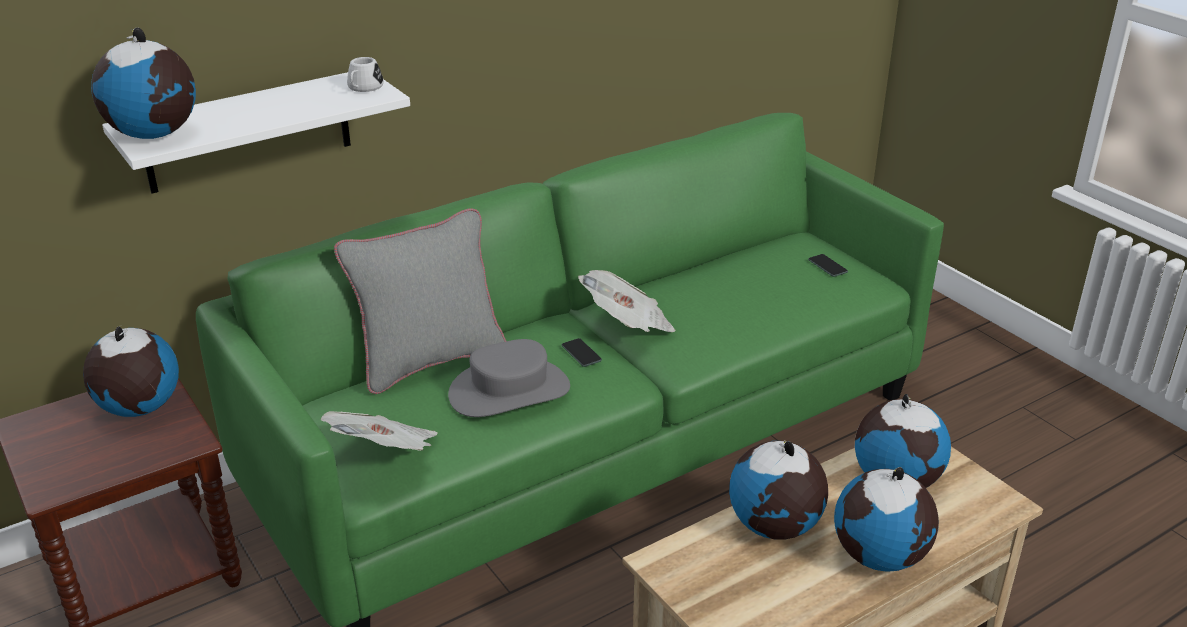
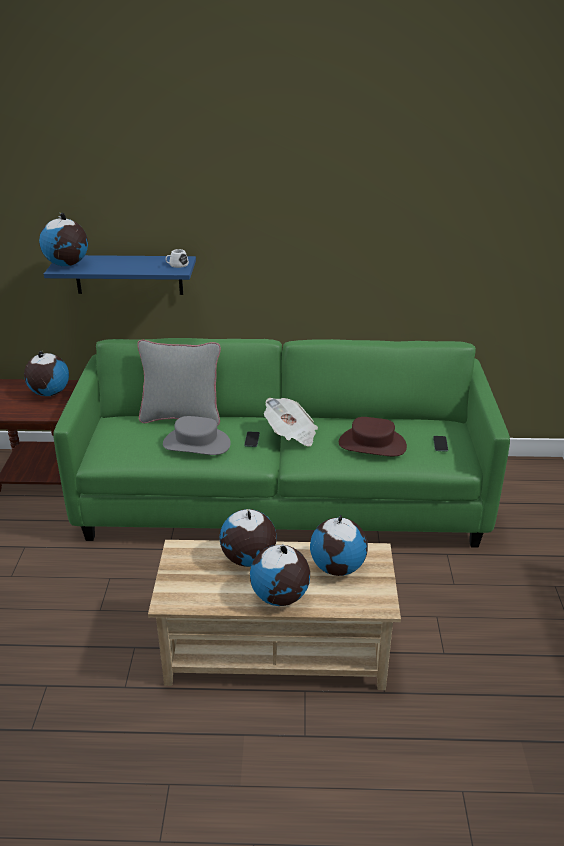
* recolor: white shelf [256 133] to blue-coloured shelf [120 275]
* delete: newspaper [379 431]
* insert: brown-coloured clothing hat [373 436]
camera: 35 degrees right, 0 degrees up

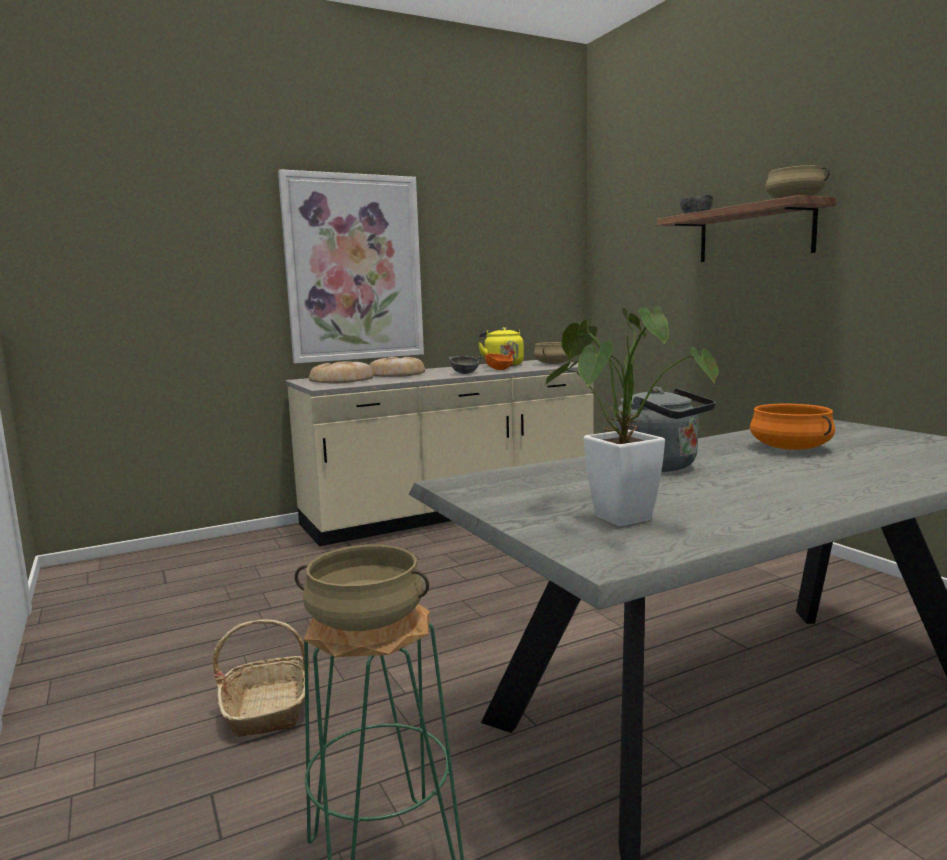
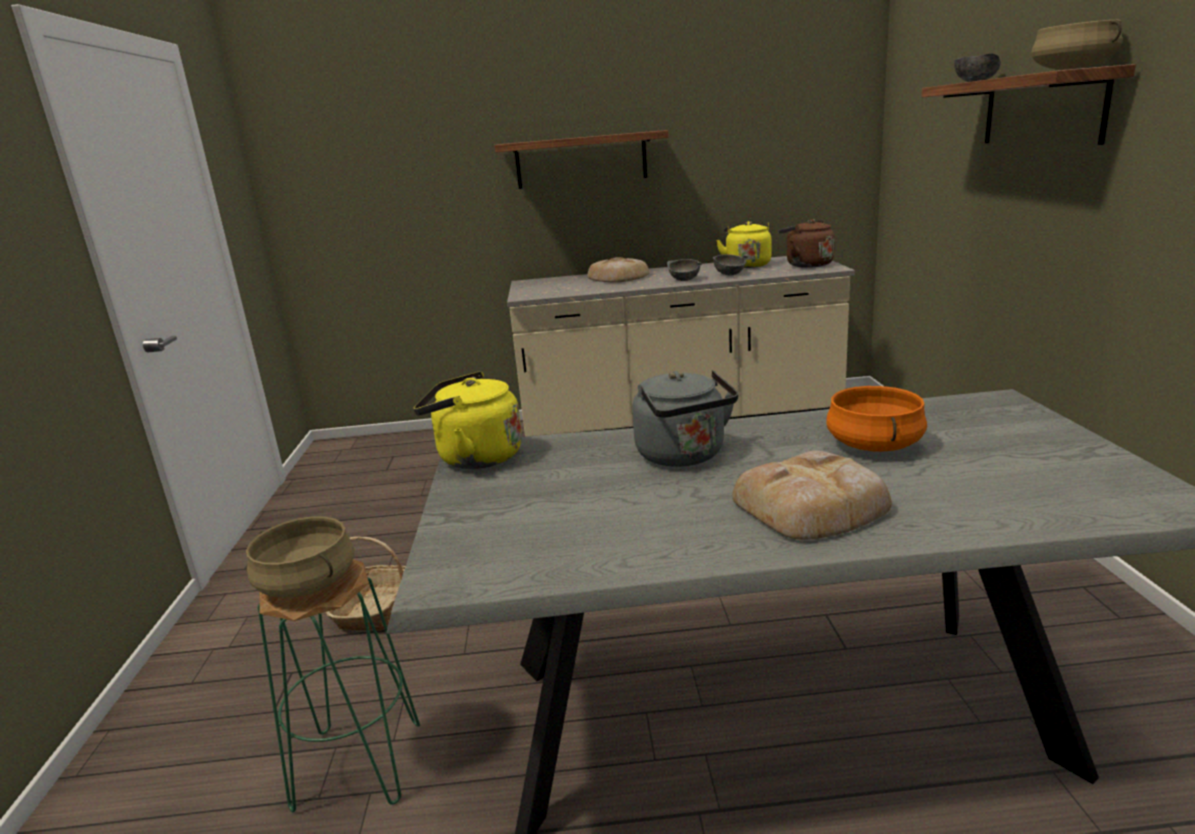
* replace: wall picture [351 266] to shelf [581 159]
* move: bread [341 372] to [812 495]
* recolor: orange deep dish [499 361] to gray deep dish [730 264]
* replace: beige stockpot [551 353] to brown-coloured kettle [806 243]
* delete: houseplant [631 416]
* insert: yellow kettle [467 420]
camera: 25 degrees right, 10 degrees up

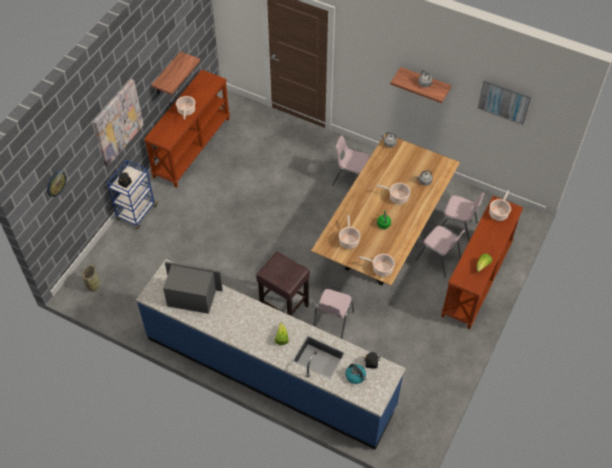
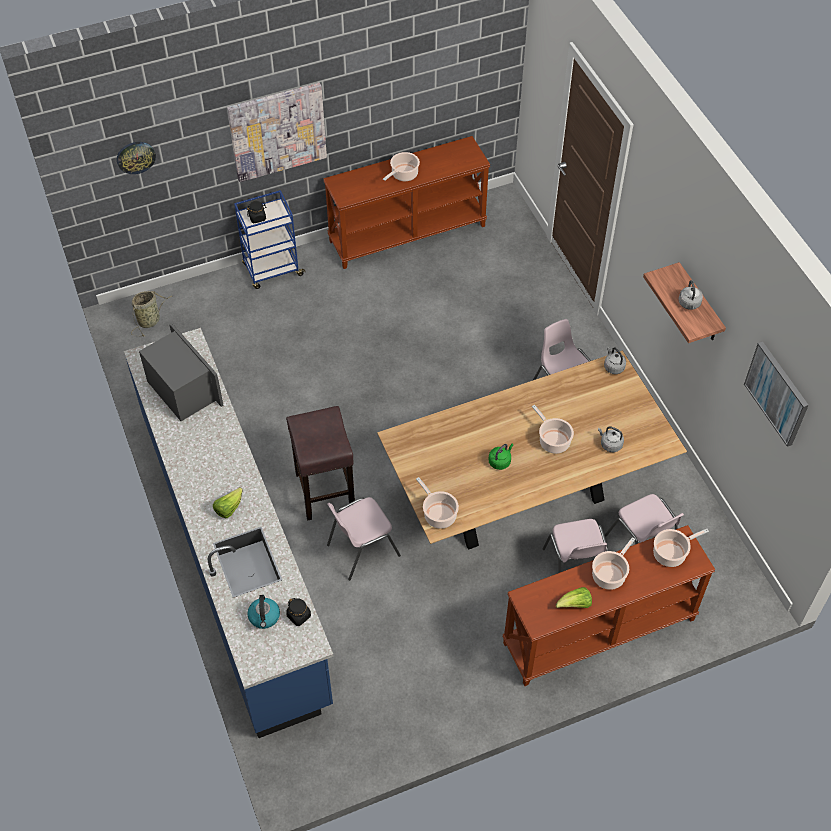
* delete: shelf [175 73]
* move: stockpot [350 232] to [613 563]
camera: 40 degrees right, 0 degrees up

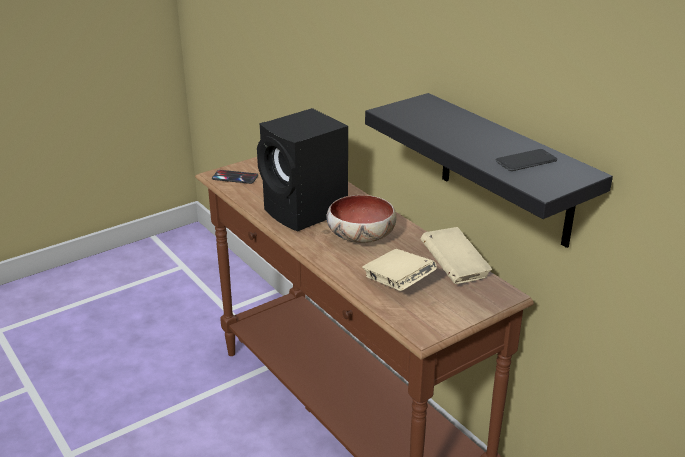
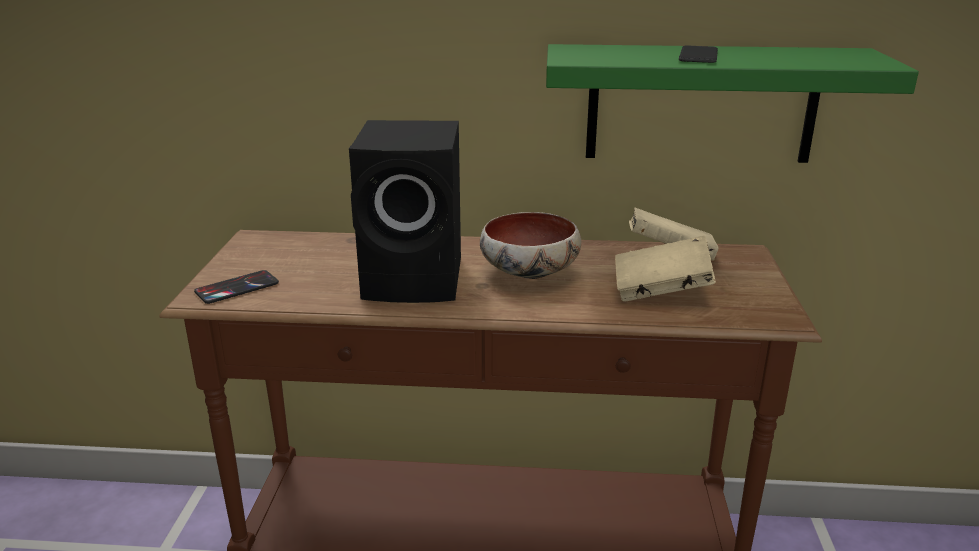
* recolor: blackish shelf [489 170] to greenish shelf [732 103]
* move: phone [526 160] to [698 54]
camera: 50 degrees left, 5 degrees down

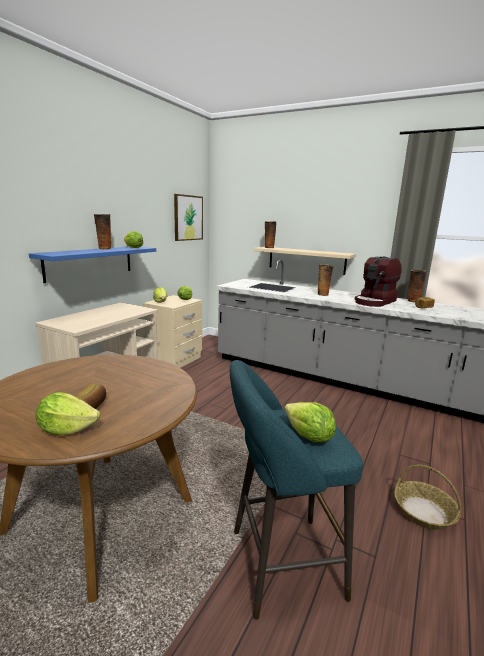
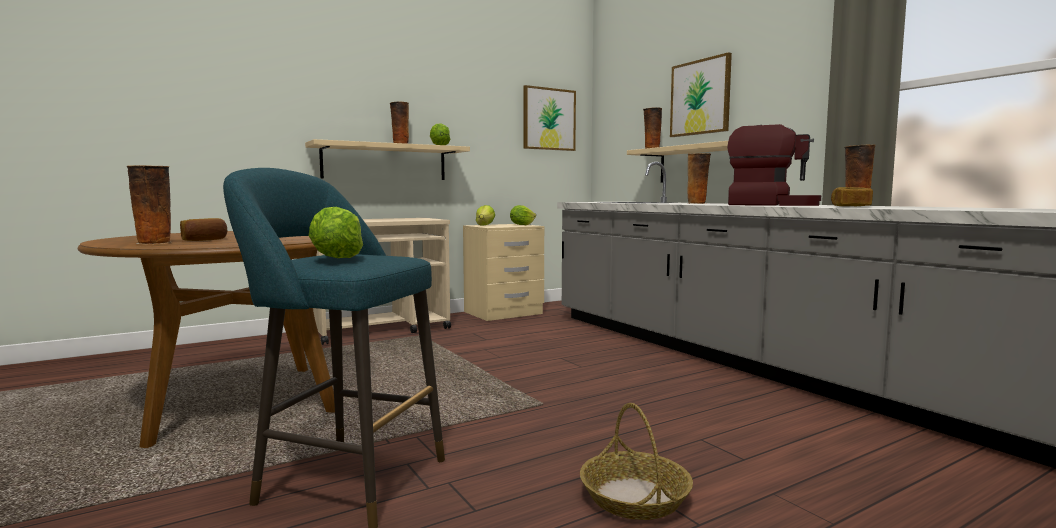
* recolor: blue-coloured shelf [92 265] to beige shelf [387 159]
* replace: lettuce head [68 413] to decorative vase [149 204]
* rotate: coffee maker [378 282] = [774 165] 135 degrees counterclockwise
* insert: wall picture [701 94]
camera: 30 degrees right, 10 degrees down

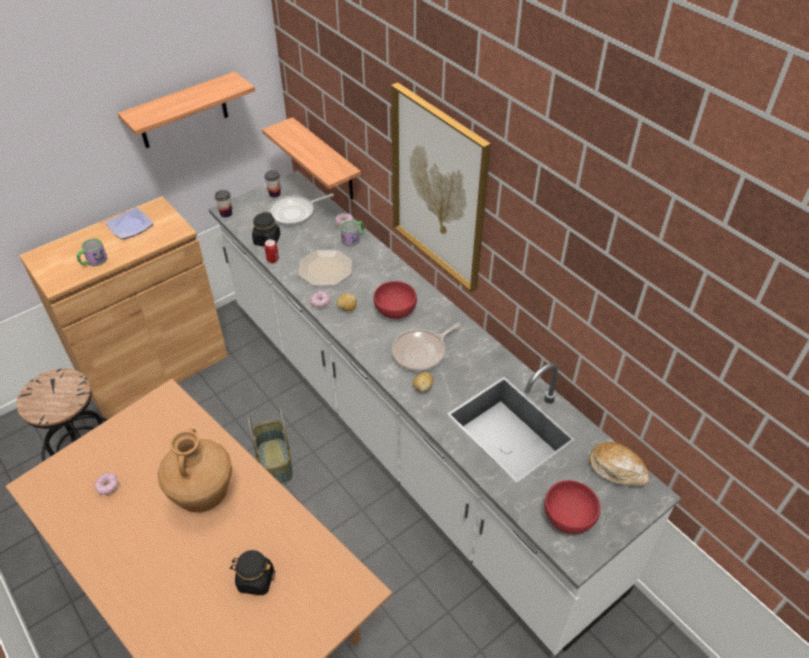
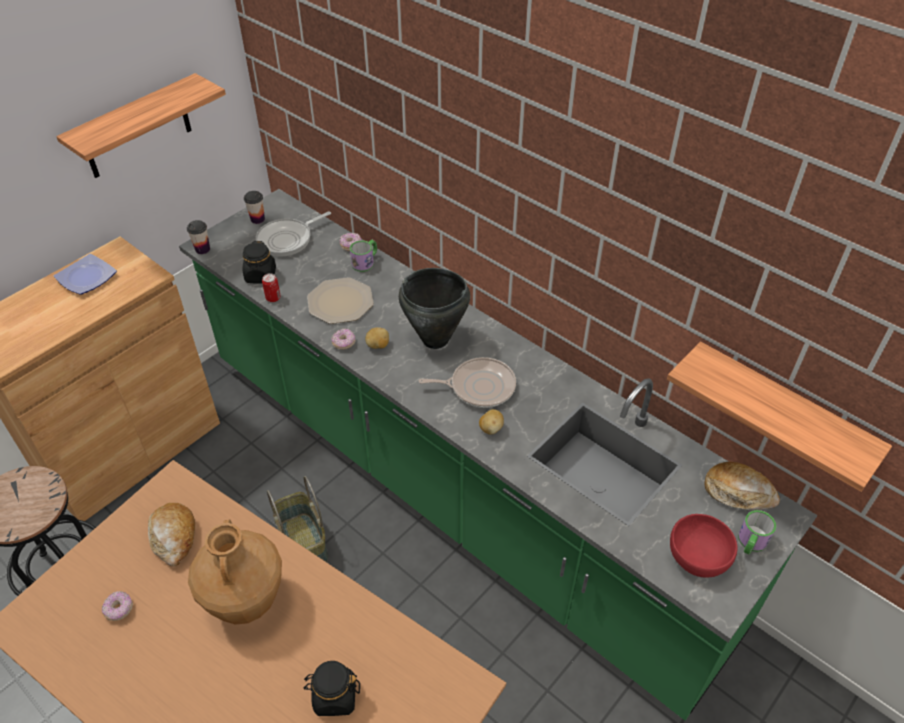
* move: coffee mug [92 252] to [757 532]
* recolor: white counter [445 412] to greenish counter [498 454]
* move: shelf [311 158] to [779 416]
* replace: red-coloured deep dish [395 300] to blackish stockpot [434 308]
* delete: wall picture [441 187]
* rotate: skillet [426 347] = [467 382] 135 degrees counterclockwise
* insert: bread [171 535]
camera: 10 degrees left, 0 degrees up

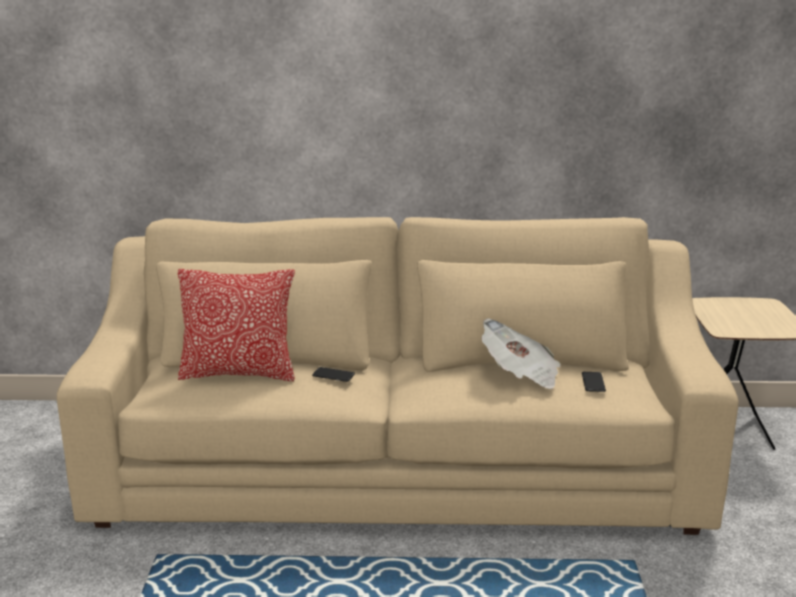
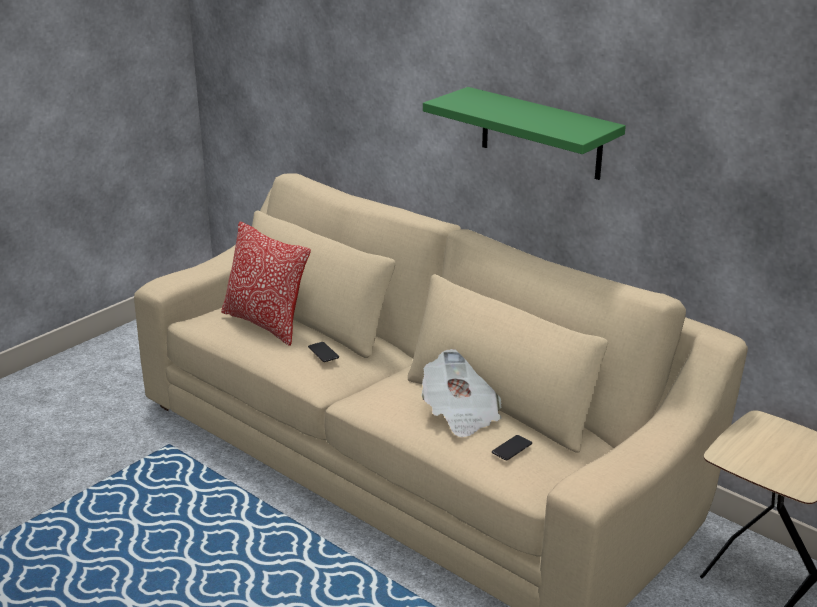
* insert: greenish shelf [524 133]
camera: 40 degrees right, 5 degrees up

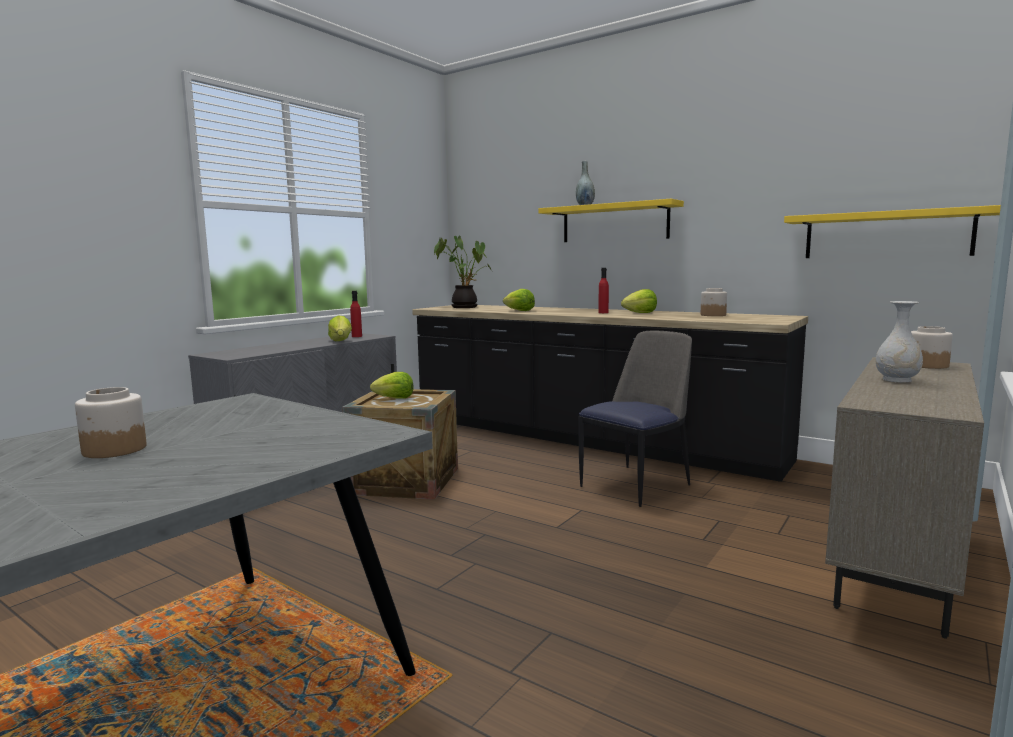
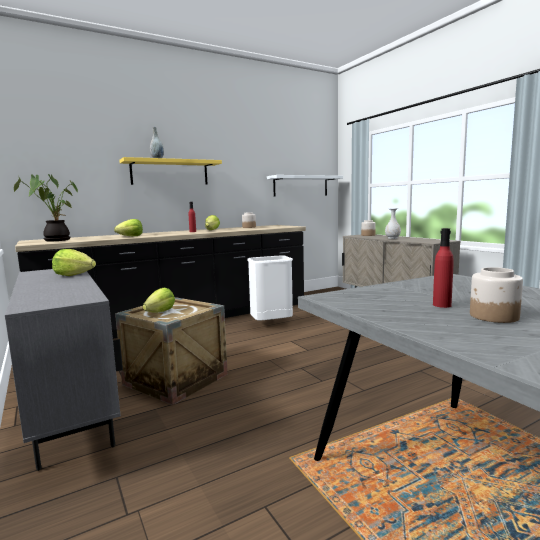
* move: red-coloured bottle [356 314] to [443 268]
* replace: plain chair [635 419] to white rubbish bin [270 287]
* recolor: yellow shelf [892 231] to white shelf [305 185]
camera: 65 degrees left, 0 degrees up

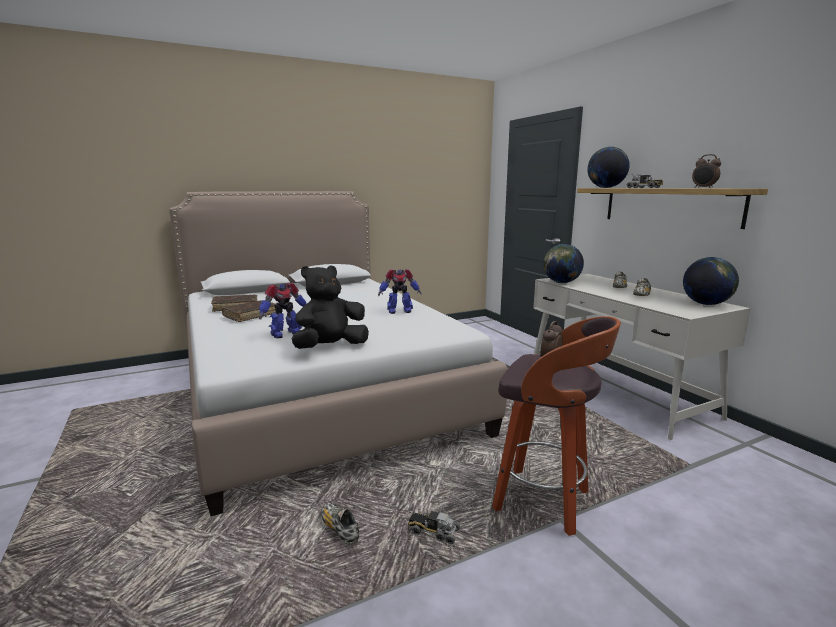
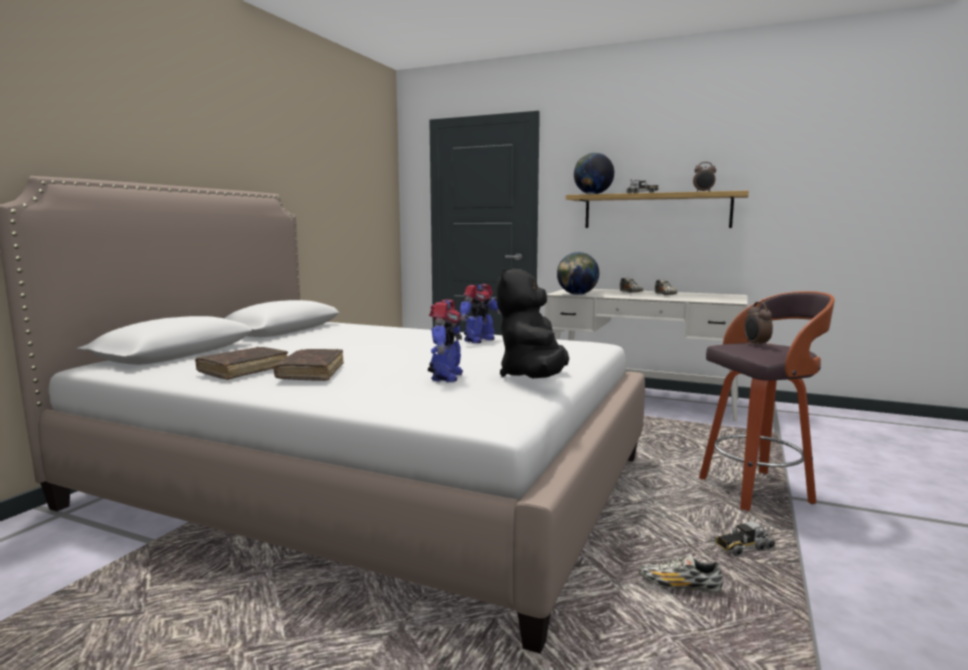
* delete: globe [711 281]
camera: 40 degrees left, 5 degrees down

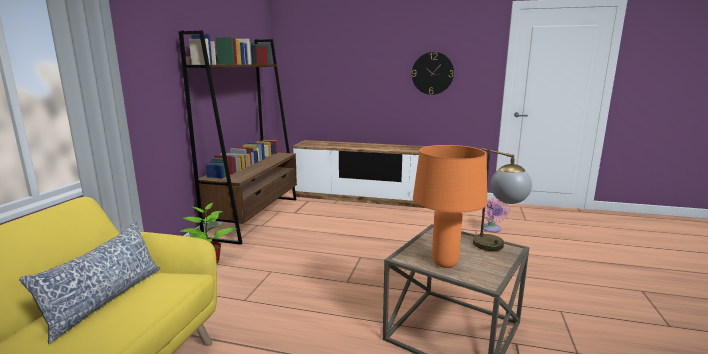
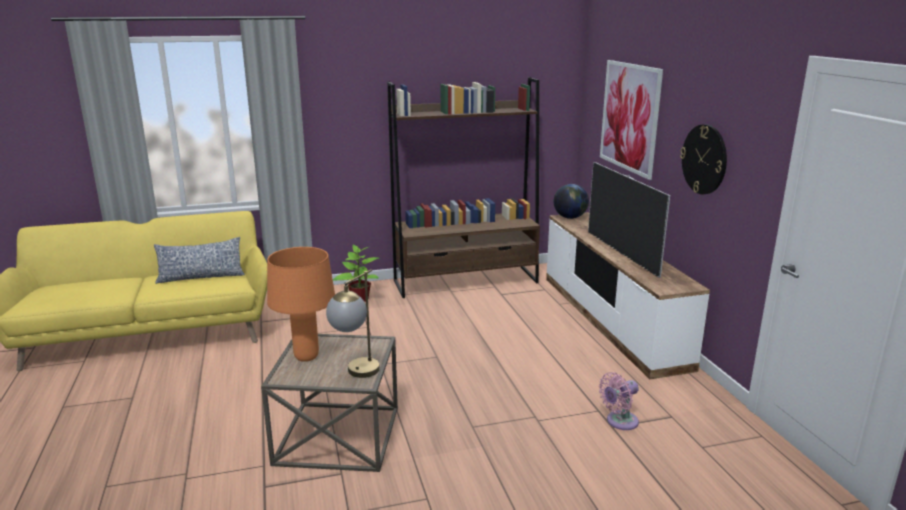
* insert: globe [571 201]
* insert: TV set [629 220]
* insert: wall picture [631 120]
camera: 60 degrees right, 5 degrees up

